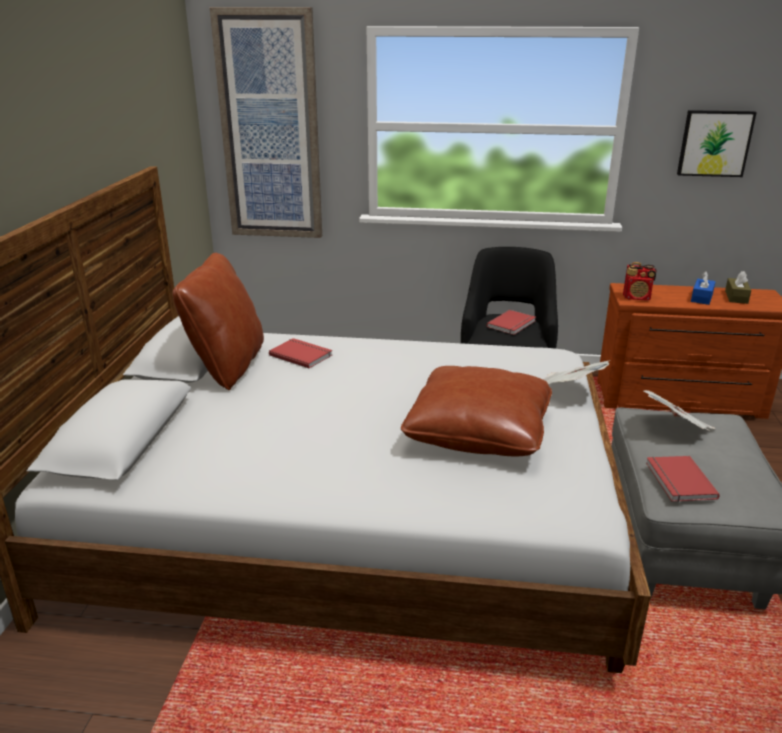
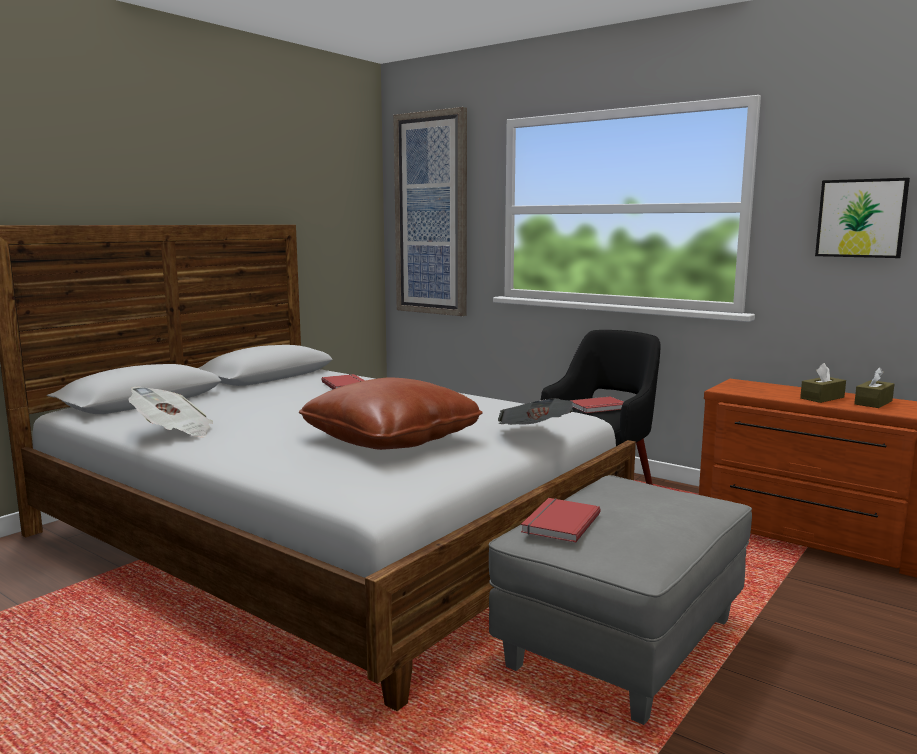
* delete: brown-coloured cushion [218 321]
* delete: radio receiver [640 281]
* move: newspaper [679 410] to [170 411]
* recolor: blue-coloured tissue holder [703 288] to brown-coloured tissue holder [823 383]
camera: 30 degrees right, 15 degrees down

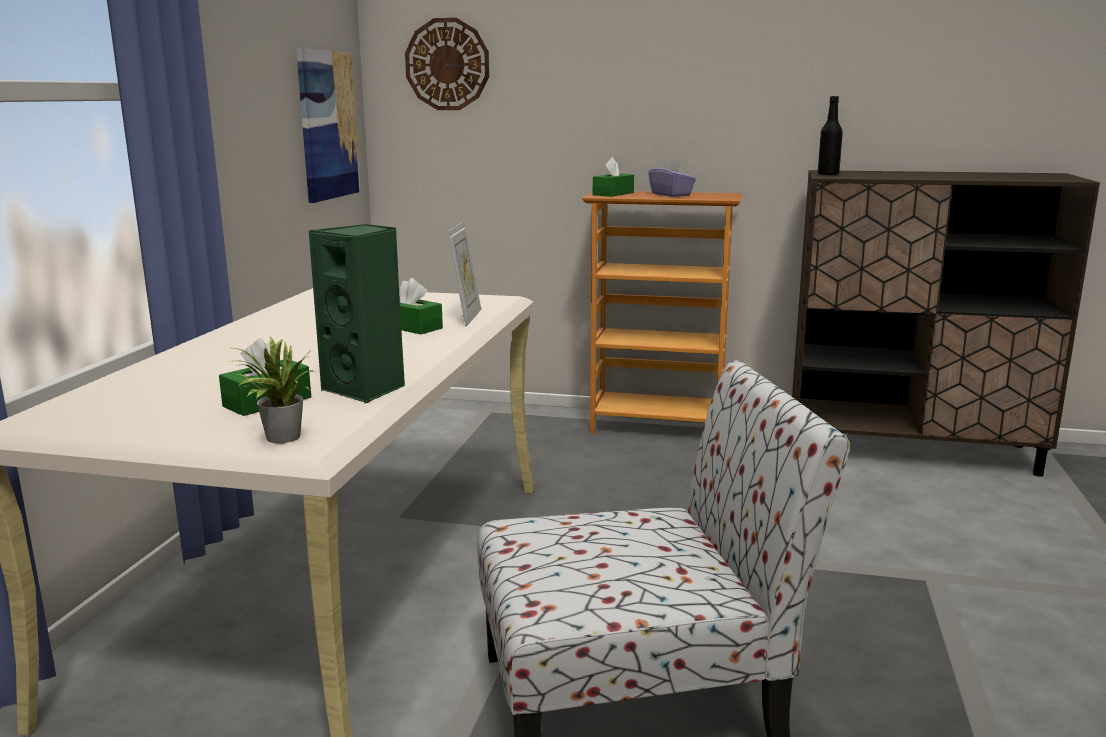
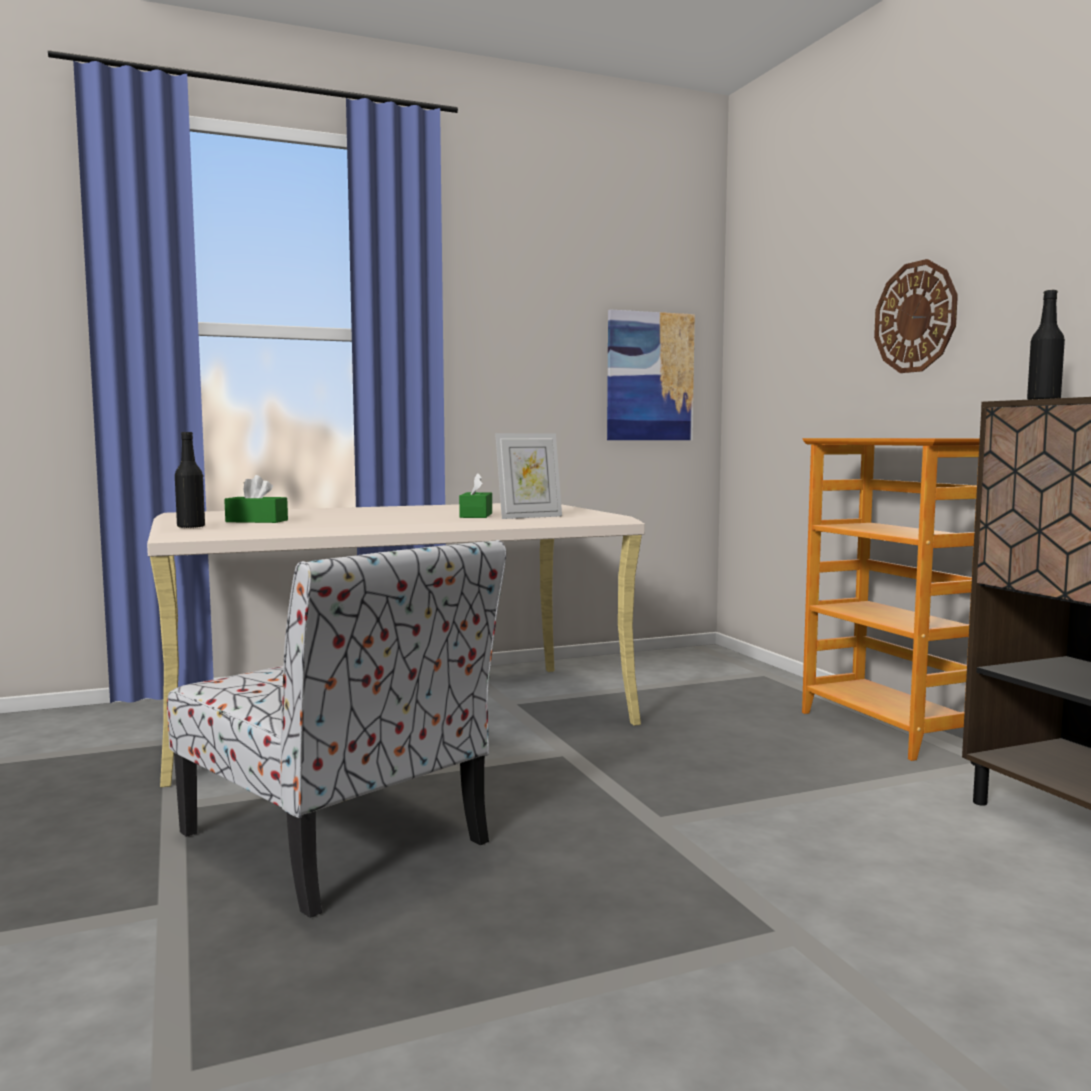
* replace: houseplant [269 390] to blackish bottle [190 480]
* delete: greenish speaker [357 314]
* move: wall clock [447 64] to [916 316]
* delete: greenish tissue holder [613 177]
* delete: purple tissue holder [672 178]
camera: 55 degrees right, 10 degrees down

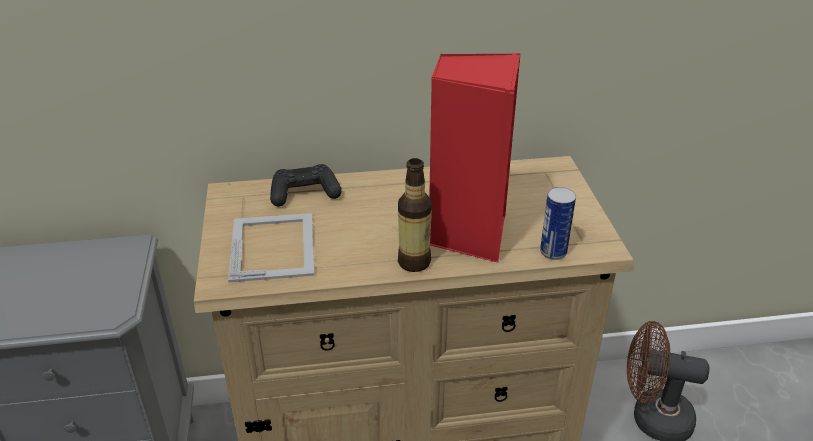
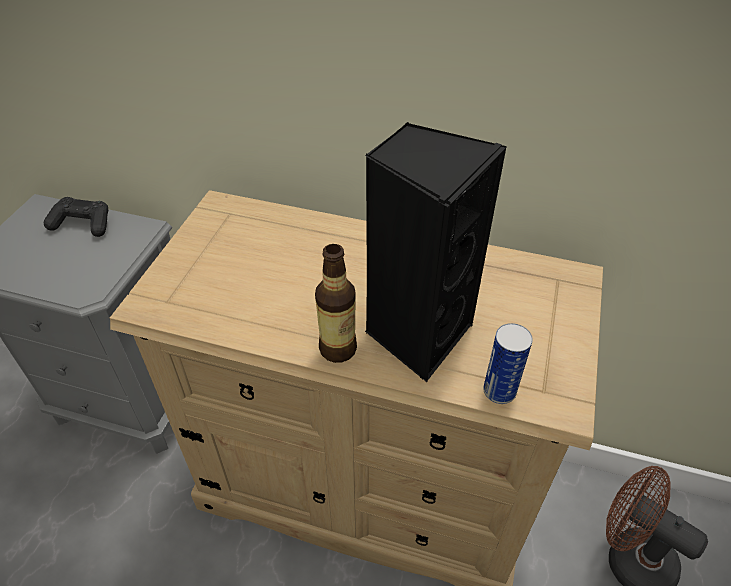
* delete: photo frame [271 247]
* move: blackish joypad [306 185] to [76 217]
* recolor: red-coloured speaker [474 157] to blackish speaker [436 251]
camera: 25 degrees right, 10 degrees up

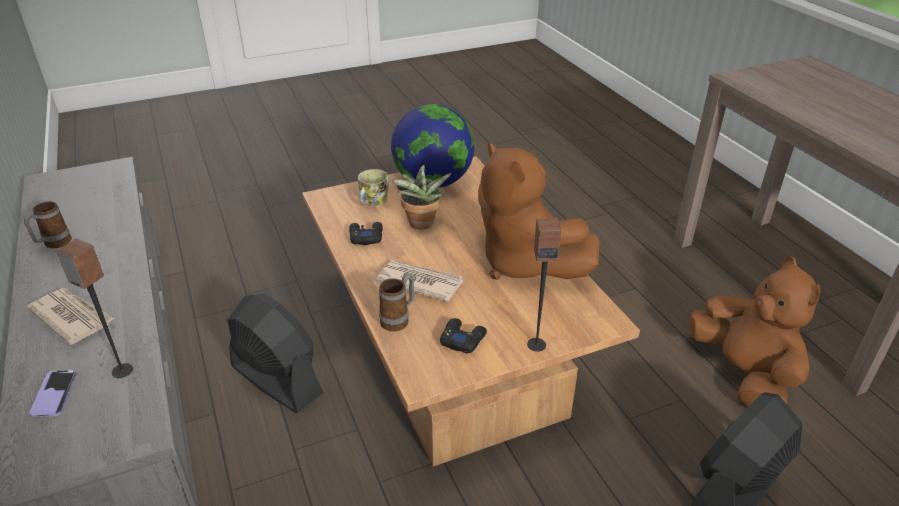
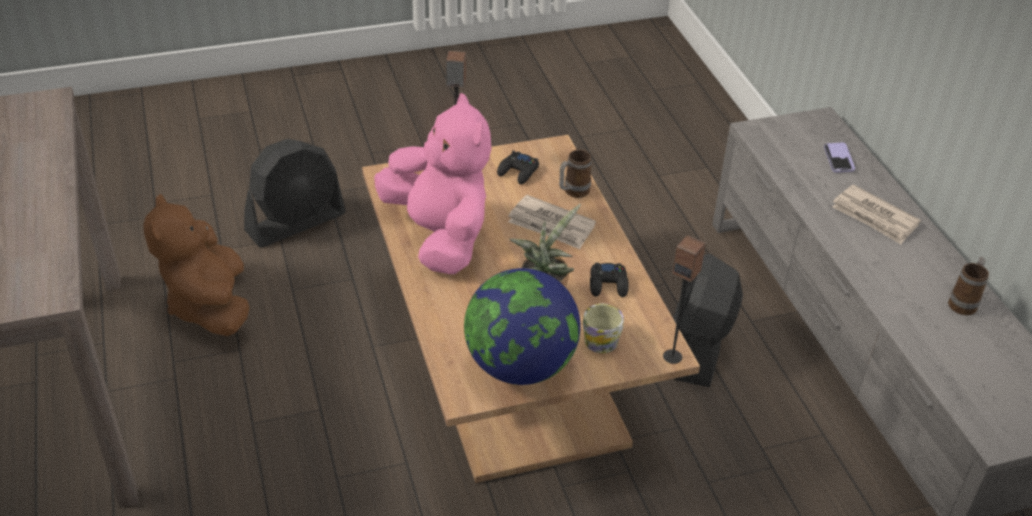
* move: speaker [94 308] to [684 299]
* rotate: blackish electric fan [275 353] = [708 320] 60 degrees clockwise
* recolor: brown-coloured plush toy [539 210] to pink plush toy [432 183]
camera: 175 degrees left, 5 degrees up

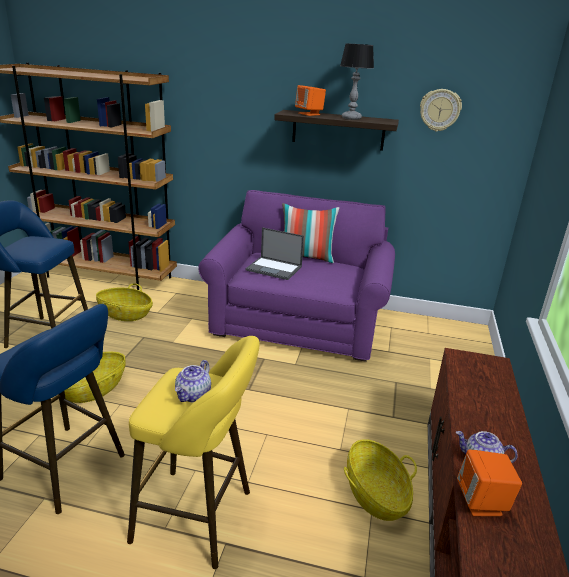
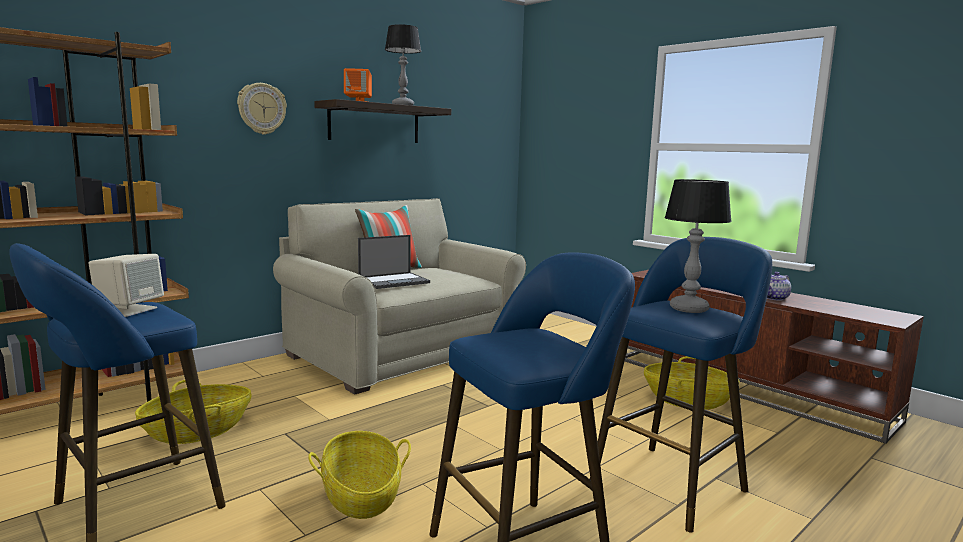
* recolor: yellow stool seat [193 452] to blue-coloured stool seat [681 385]
* replace: teapot [193 381] to table lamp [698 246]
* recolor: purple sofa [296 276] to beige sofa [399 296]
* move: wall clock [441 110] to [262 109]
* delete: orange speaker [489 483]
* insert: beige speaker [126 285]
camera: 55 degrees left, 15 degrees down

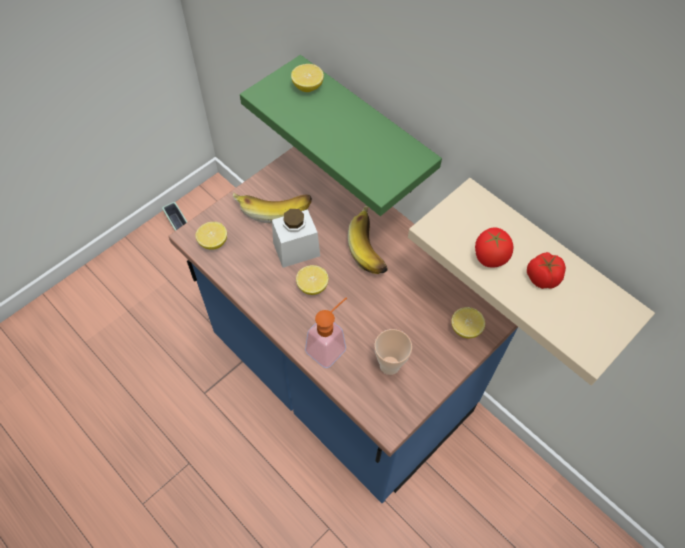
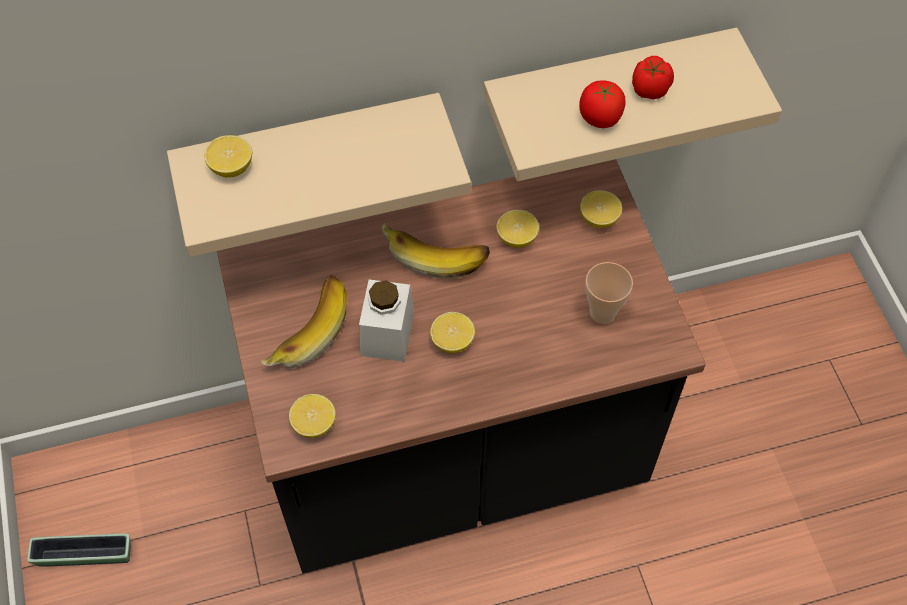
* recolor: blue-coloured counter [343 325] to blackish counter [461 366]
* recolor: greenish shelf [341 135] to beige shelf [319 175]
* delete: soap dispenser [326 332]
* insert: whole lemon [517 229]
camera: 60 degrees left, 0 degrees up

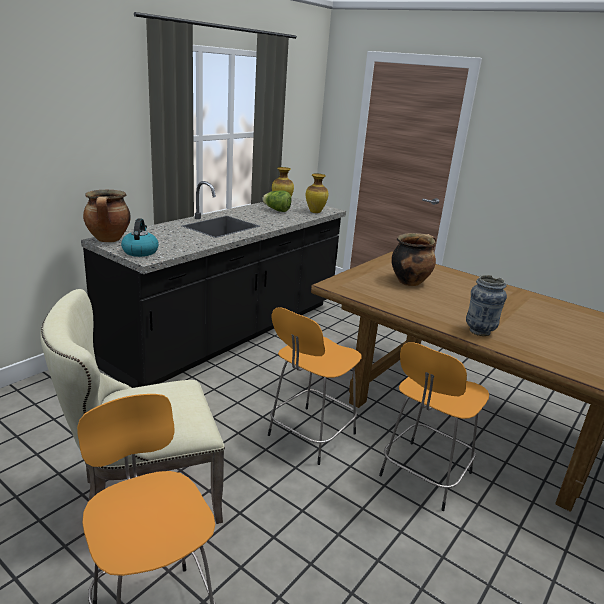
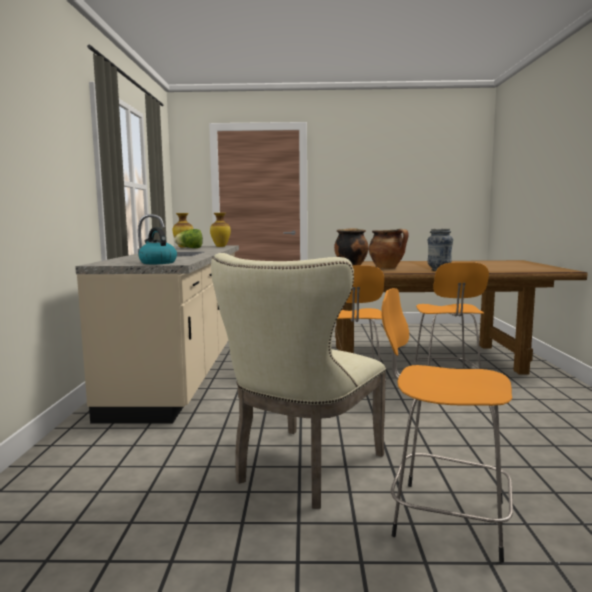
* recolor: blackish counter [213 284] to beige counter [157 319]
* move: stockpot [106 216] to [389 249]
camera: 35 degrees left, 15 degrees down

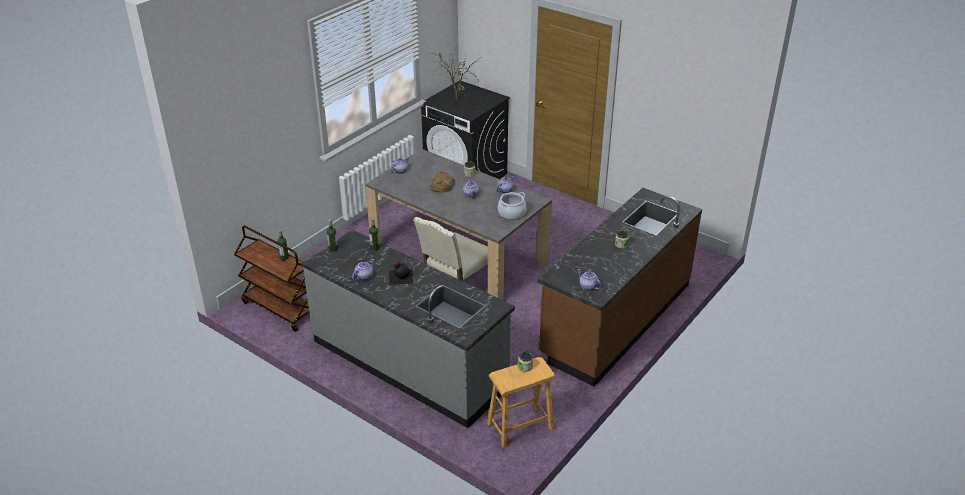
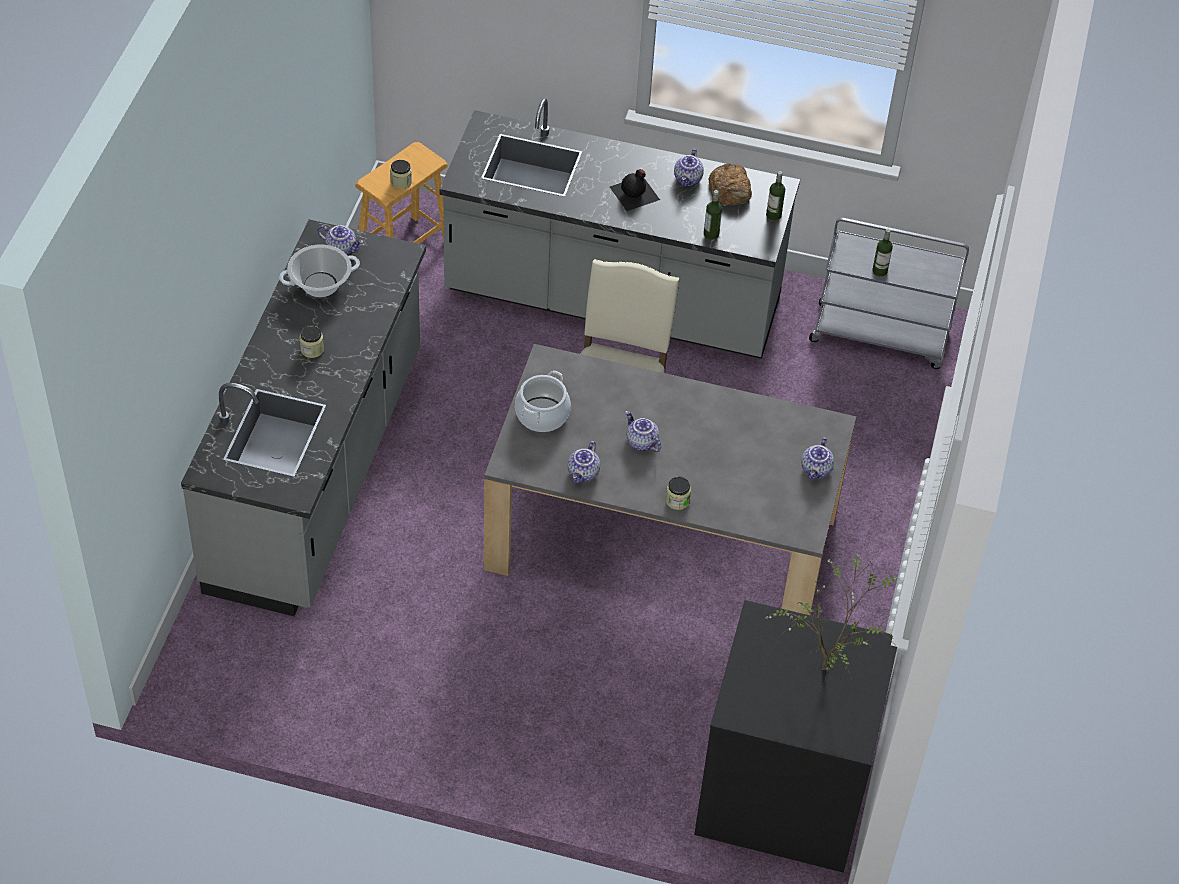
* recolor: brown-coloured cart [271 278] to gray cart [889 293]
* move: bread [442 182] to [730 184]
* recolor: brown-coloured counter [620 287] to gray counter [303 417]
* insert: stockpot [319 271]
camera: 155 degrees right, 15 degrees up

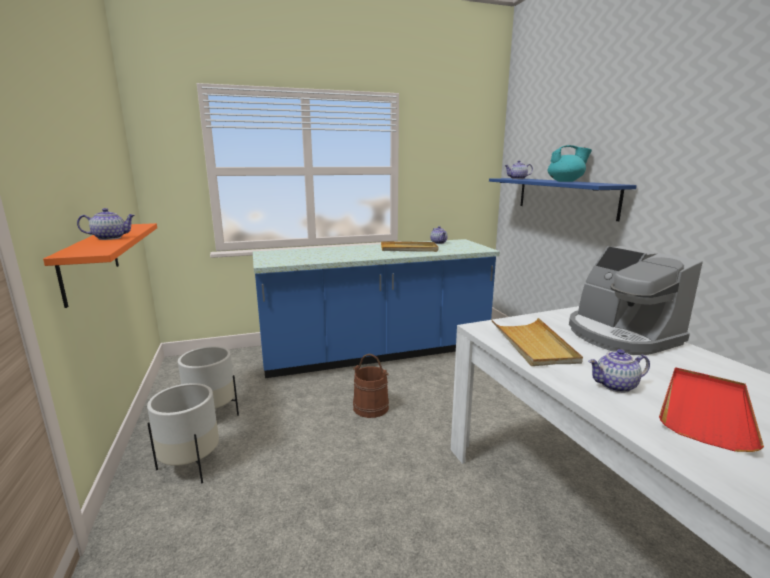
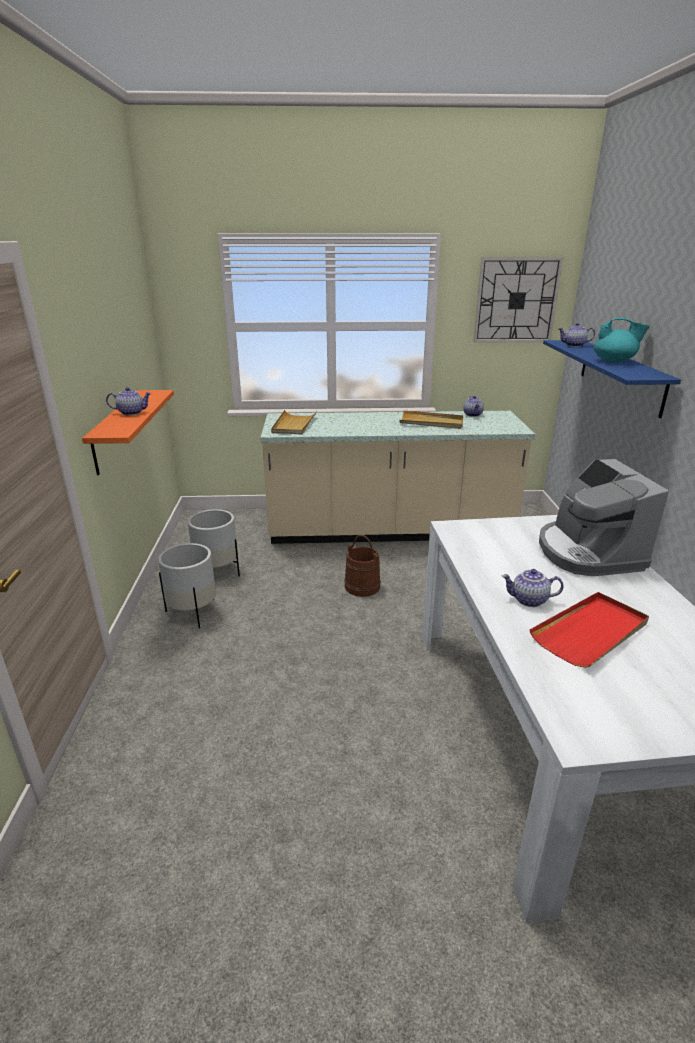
* recolor: blue-coloured counter [376 308] to beige counter [397 477]
* move: beige serving tray [537 342] to [294 422]
* insert: wall clock [518 300]
camera: 15 degrees right, 10 degrees up

